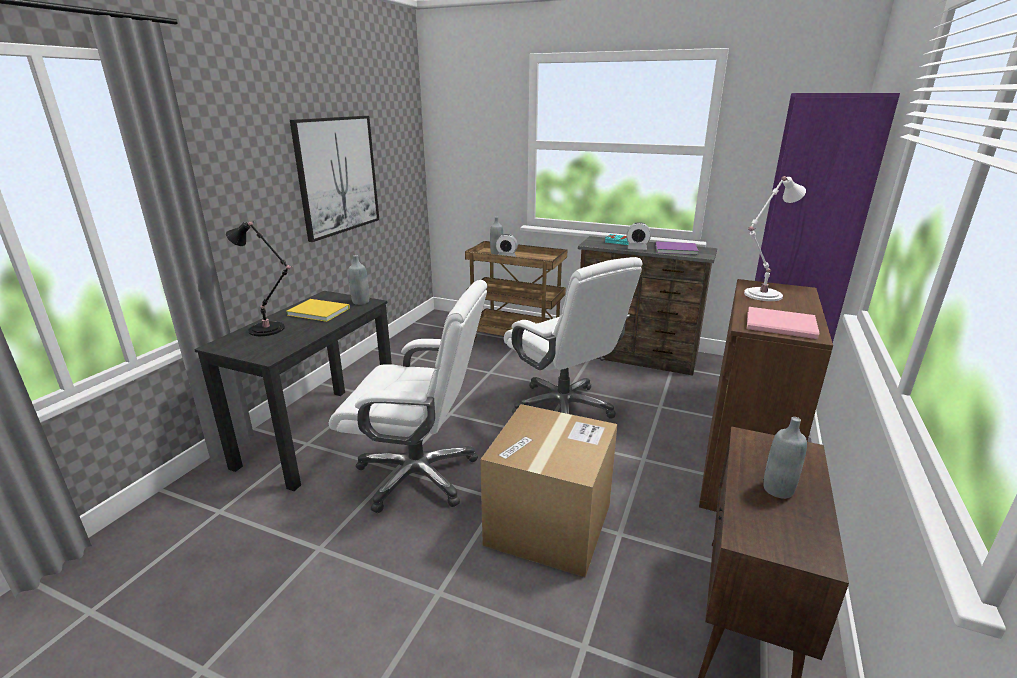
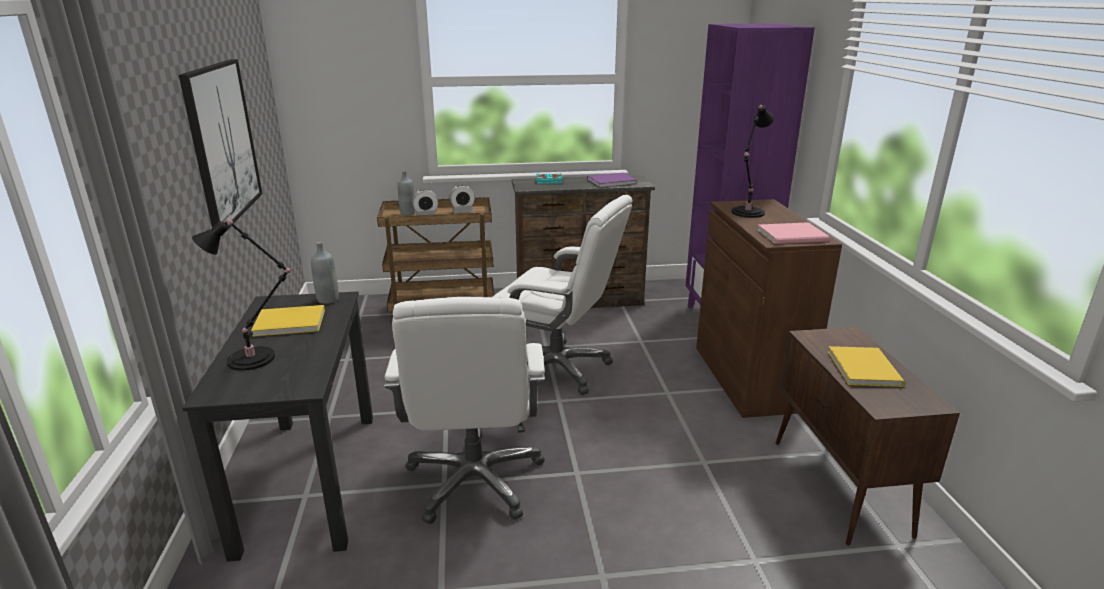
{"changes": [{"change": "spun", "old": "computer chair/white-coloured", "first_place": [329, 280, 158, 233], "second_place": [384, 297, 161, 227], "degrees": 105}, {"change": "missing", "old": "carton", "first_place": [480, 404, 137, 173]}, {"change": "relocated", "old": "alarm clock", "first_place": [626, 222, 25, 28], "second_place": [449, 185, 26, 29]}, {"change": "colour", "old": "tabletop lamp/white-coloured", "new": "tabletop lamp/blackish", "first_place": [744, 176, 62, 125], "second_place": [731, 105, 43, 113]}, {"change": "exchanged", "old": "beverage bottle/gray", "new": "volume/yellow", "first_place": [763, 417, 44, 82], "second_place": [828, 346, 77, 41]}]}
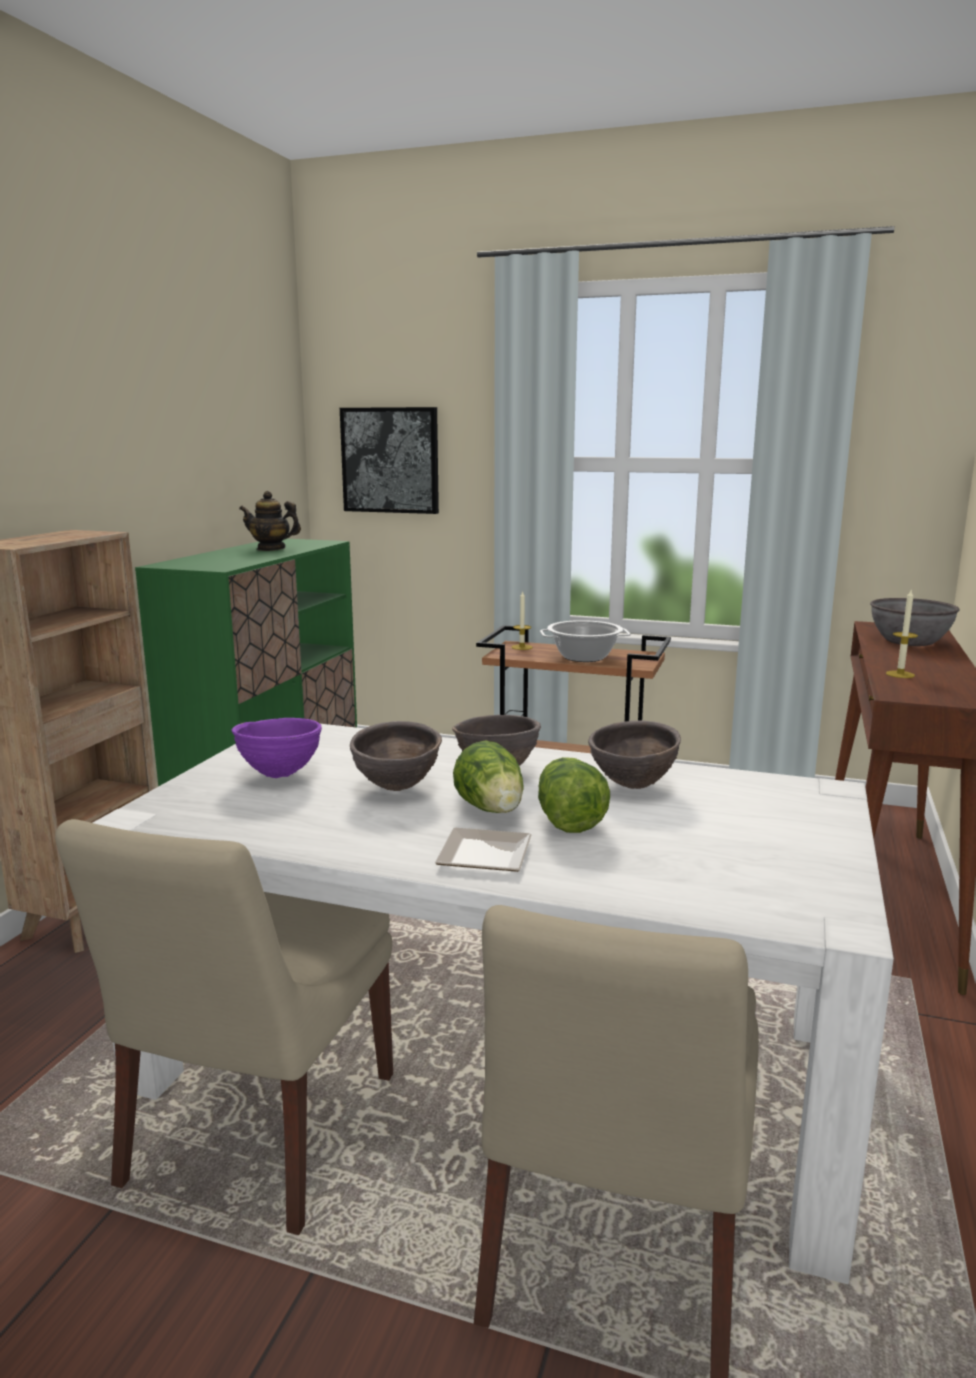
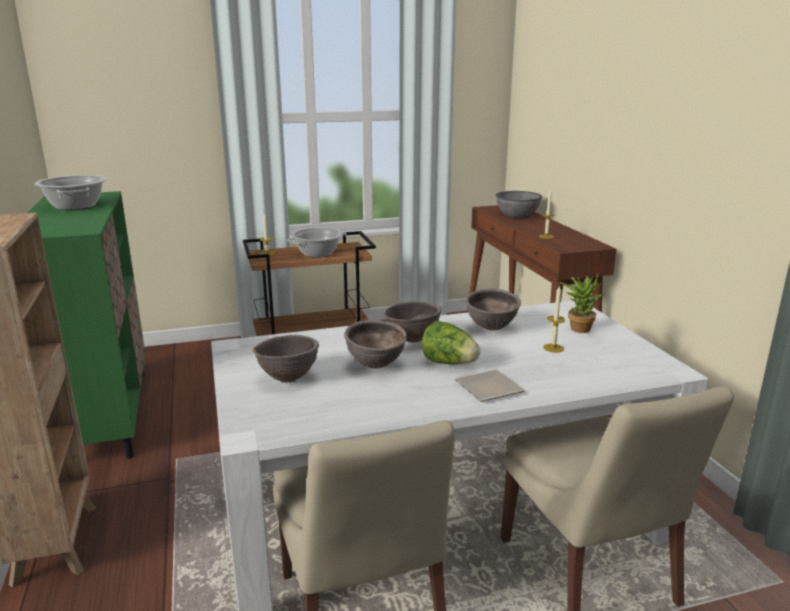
{"changes": [{"change": "colour", "old": "deep dish/purple", "new": "deep dish/brownish", "first_place": [232, 718, 90, 60], "second_place": [253, 335, 66, 47]}, {"change": "exchanged", "old": "pot for tea", "new": "cooking pot", "first_place": [239, 491, 62, 60], "second_place": [35, 175, 72, 35]}, {"change": "missing", "old": "wall art", "first_place": [340, 407, 99, 107]}, {"change": "missing", "old": "lettuce", "first_place": [538, 757, 72, 76]}, {"change": "appeared", "new": "wax light", "second_place": [543, 285, 22, 68]}, {"change": "appeared", "new": "potted plant", "second_place": [560, 274, 45, 59]}]}
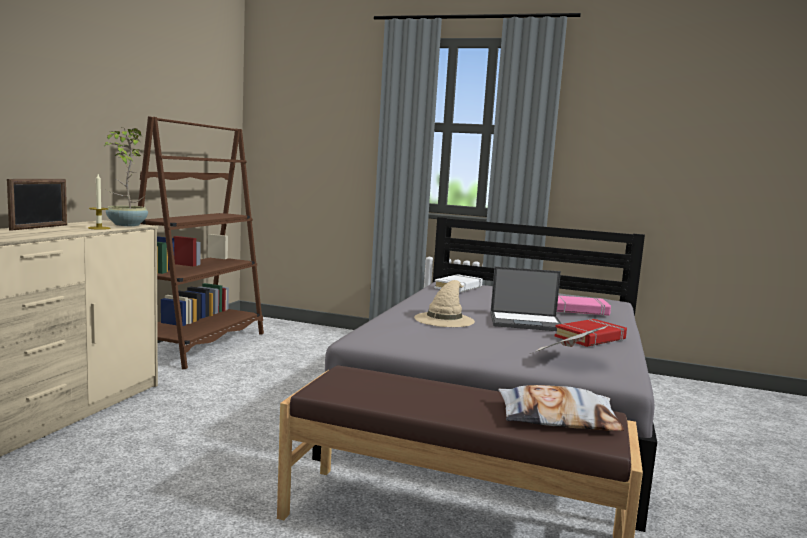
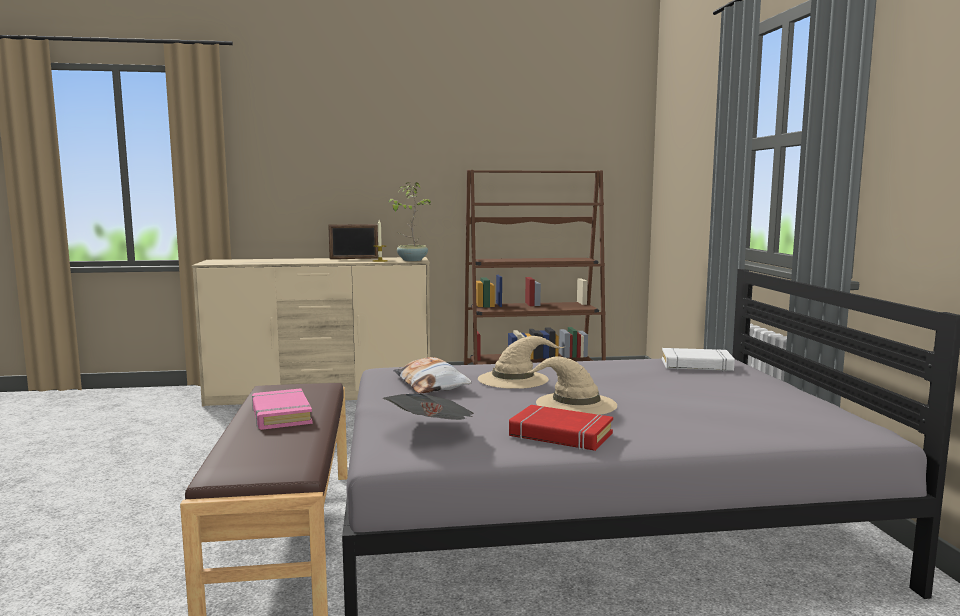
{"changes": [{"change": "exchanged", "old": "portable computer", "new": "hat/beige", "first_place": [490, 266, 72, 65], "second_place": [523, 356, 94, 59]}, {"change": "relocated", "old": "throw pillow", "first_place": [498, 385, 126, 46], "second_place": [393, 357, 79, 37]}, {"change": "relocated", "old": "volume/pink", "first_place": [557, 296, 54, 20], "second_place": [252, 388, 61, 42]}]}
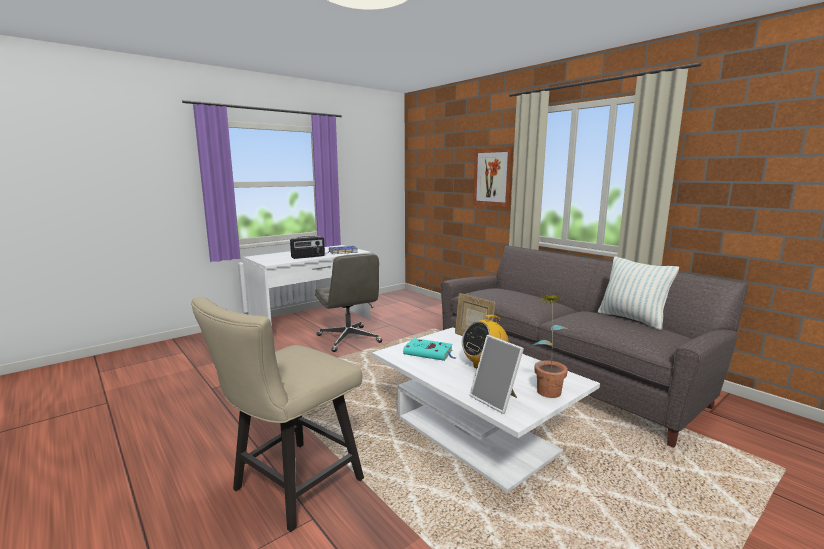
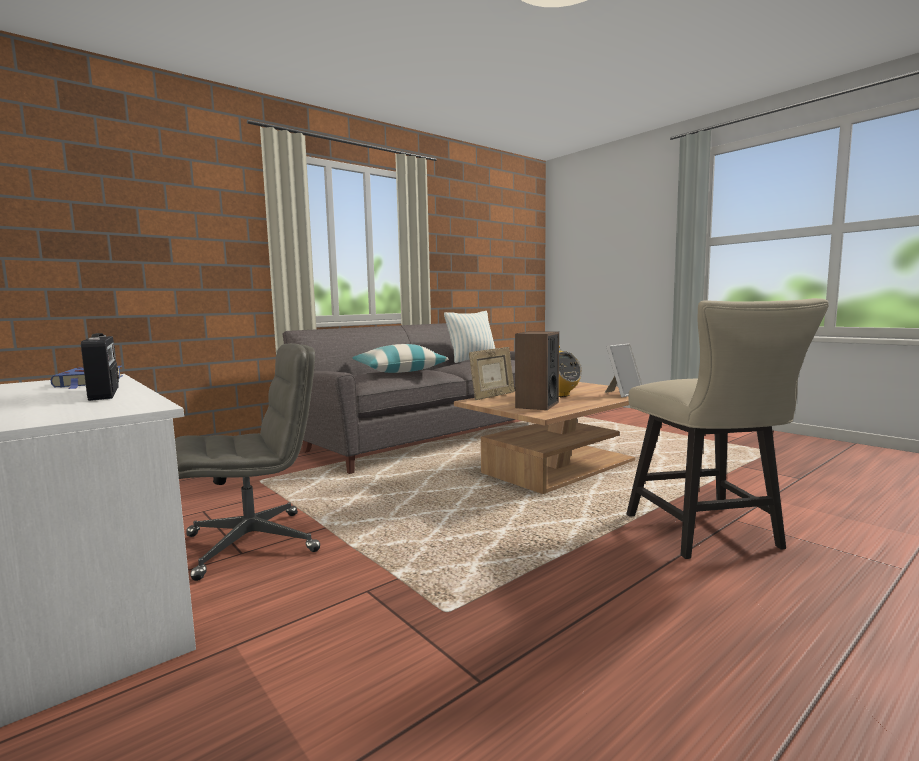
{"changes": [{"change": "spun", "old": "upright chair/beige", "first_place": [191, 297, 173, 235], "second_place": [626, 298, 203, 261], "degrees": 45}, {"change": "colour", "old": "lounge table/white-coloured", "new": "lounge table/brownish", "first_place": [372, 327, 228, 166], "second_place": [454, 382, 181, 112]}, {"change": "exchanged", "old": "volume/blue-green", "new": "speaker", "first_place": [403, 338, 53, 23], "second_place": [515, 331, 44, 79]}, {"change": "missing", "old": "wall art", "first_place": [473, 147, 41, 60]}, {"change": "missing", "old": "potted plant", "first_place": [532, 294, 36, 104]}, {"change": "appeared", "new": "throw pillow", "second_place": [352, 344, 96, 29]}]}
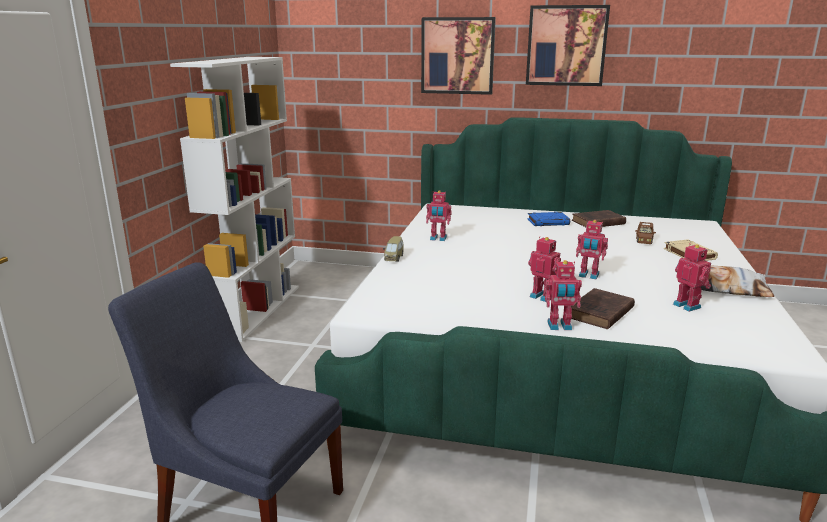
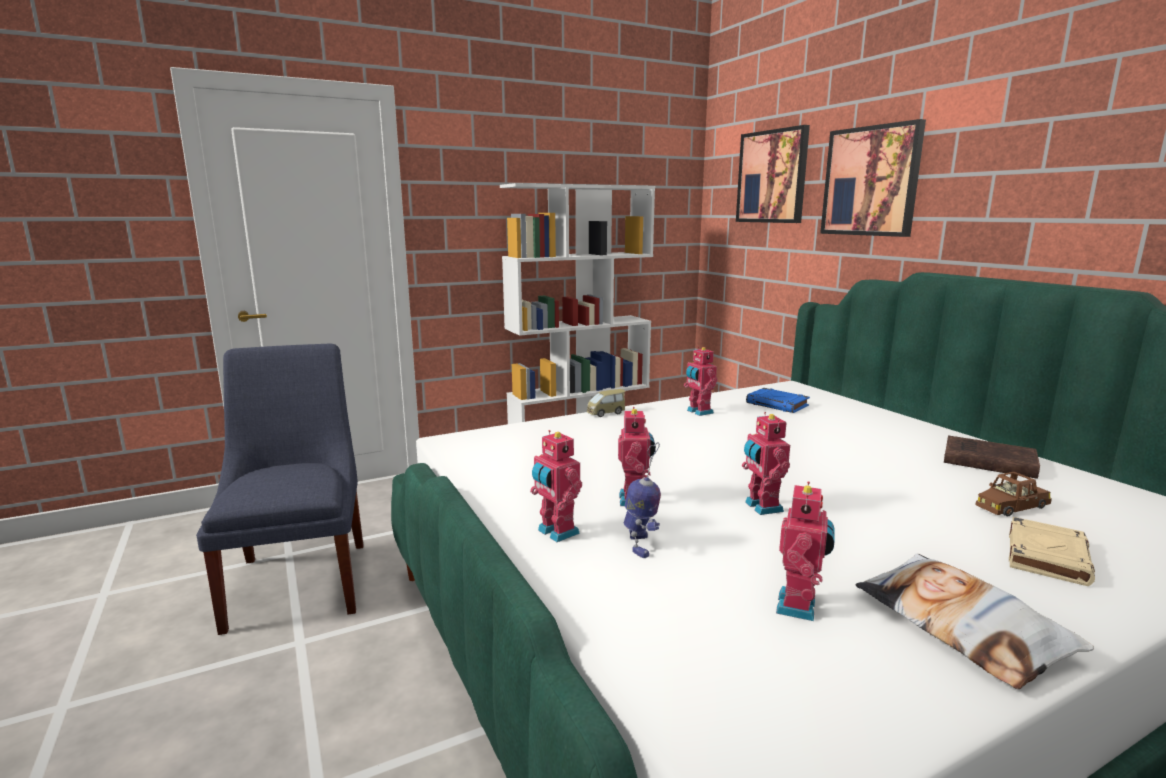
{"changes": [{"change": "relocated", "old": "wall art", "first_place": [526, 5, 84, 81], "second_place": [736, 125, 74, 98]}, {"change": "relocated", "old": "volume/blue-coloured", "first_place": [527, 212, 43, 14], "second_place": [746, 388, 64, 25]}, {"change": "exchanged", "old": "volume/brownish", "new": "toy robot", "first_place": [571, 288, 64, 41], "second_place": [624, 442, 37, 116]}]}
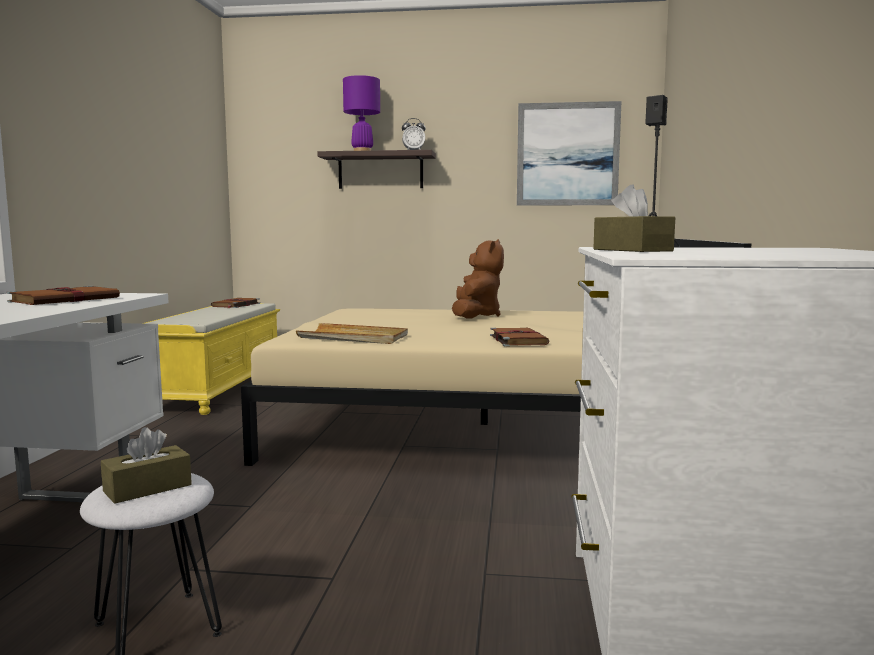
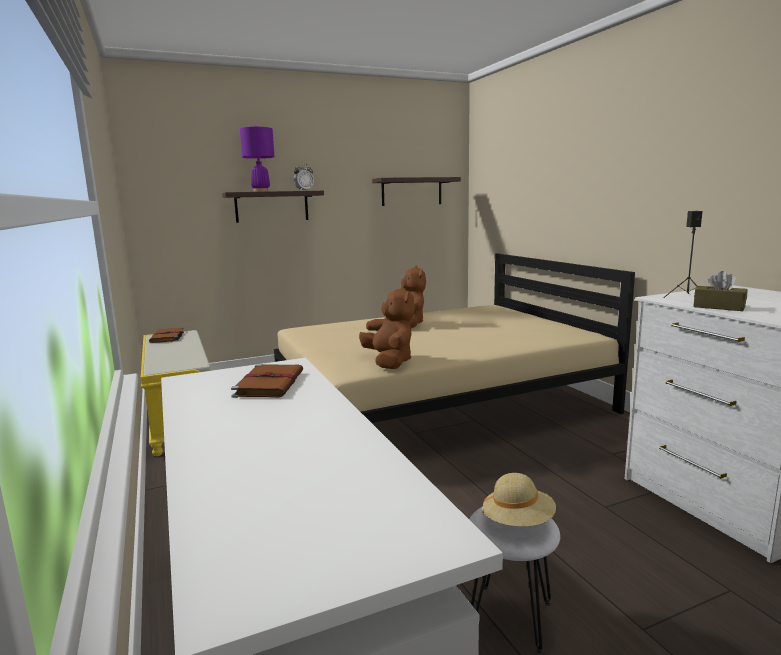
{"changes": [{"change": "exchanged", "old": "tissue holder/brownish", "new": "hat/beige", "first_place": [101, 427, 91, 77], "second_place": [483, 473, 73, 54]}, {"change": "exchanged", "old": "carrying tray/beige", "new": "soft toy/brownish", "first_place": [296, 323, 112, 21], "second_place": [359, 286, 55, 83]}, {"change": "missing", "old": "volume/brownish", "first_place": [490, 328, 59, 18]}, {"change": "exchanged", "old": "wall art", "new": "bracket shelf", "first_place": [517, 101, 105, 105], "second_place": [372, 177, 89, 29]}]}
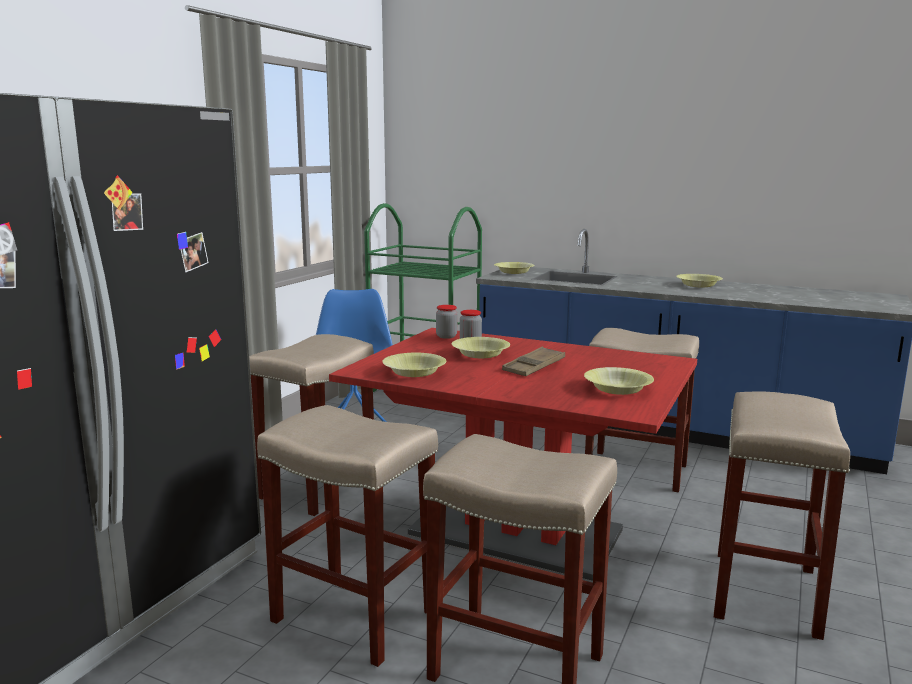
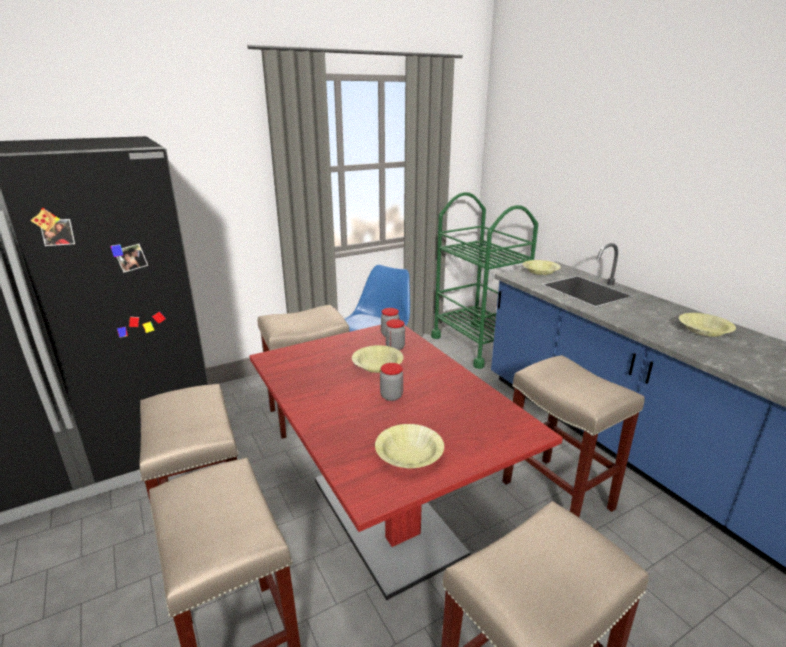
{"changes": [{"change": "missing", "old": "deep dish/yellow", "first_place": [382, 353, 64, 24]}, {"change": "exchanged", "old": "carrying tray/brownish", "new": "jar", "first_place": [502, 347, 63, 29], "second_place": [380, 363, 23, 38]}]}
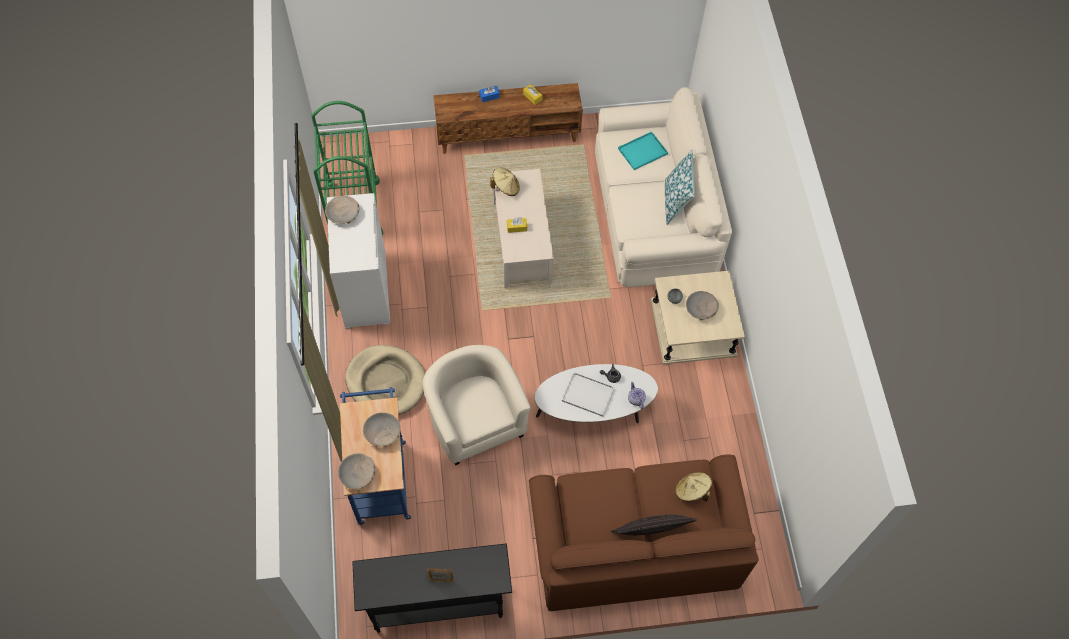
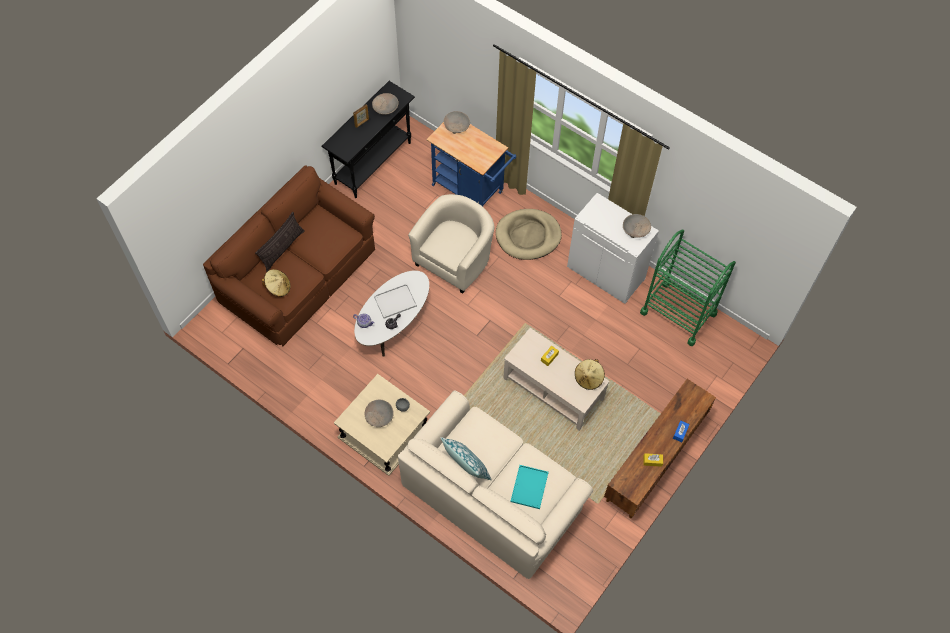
{"changes": [{"change": "relocated", "old": "deep dish/beige", "first_place": [363, 412, 38, 35], "second_place": [372, 93, 26, 22]}, {"change": "spun", "old": "easy chair/beige", "first_place": [423, 345, 108, 120], "second_place": [408, 194, 87, 100], "degrees": -75}]}
